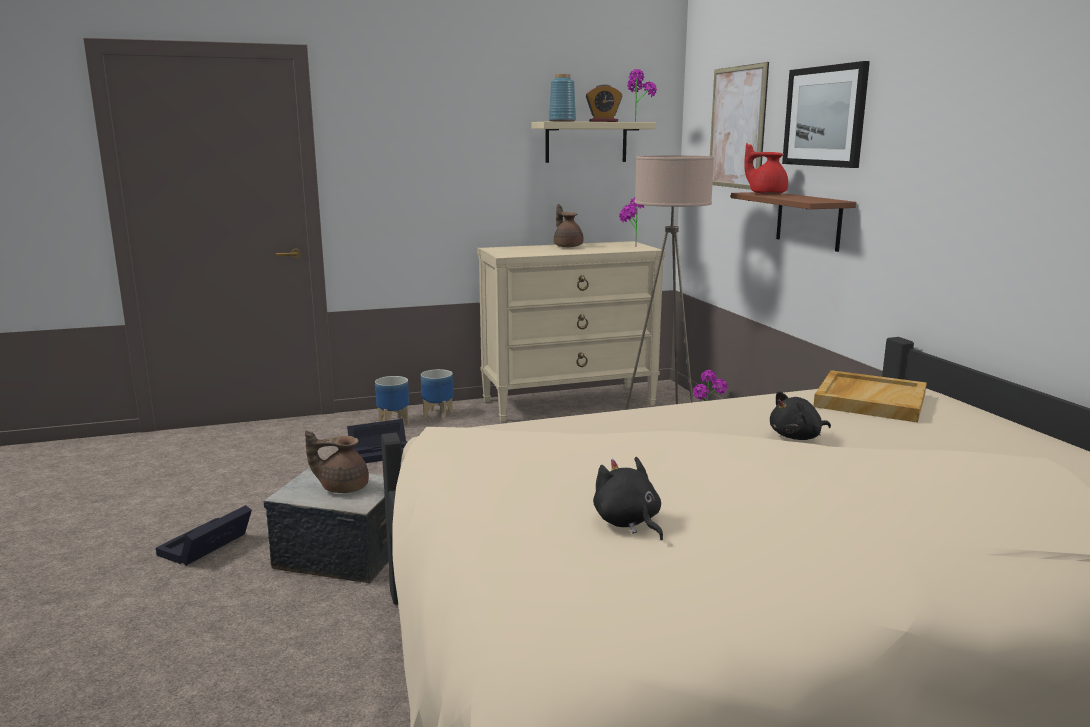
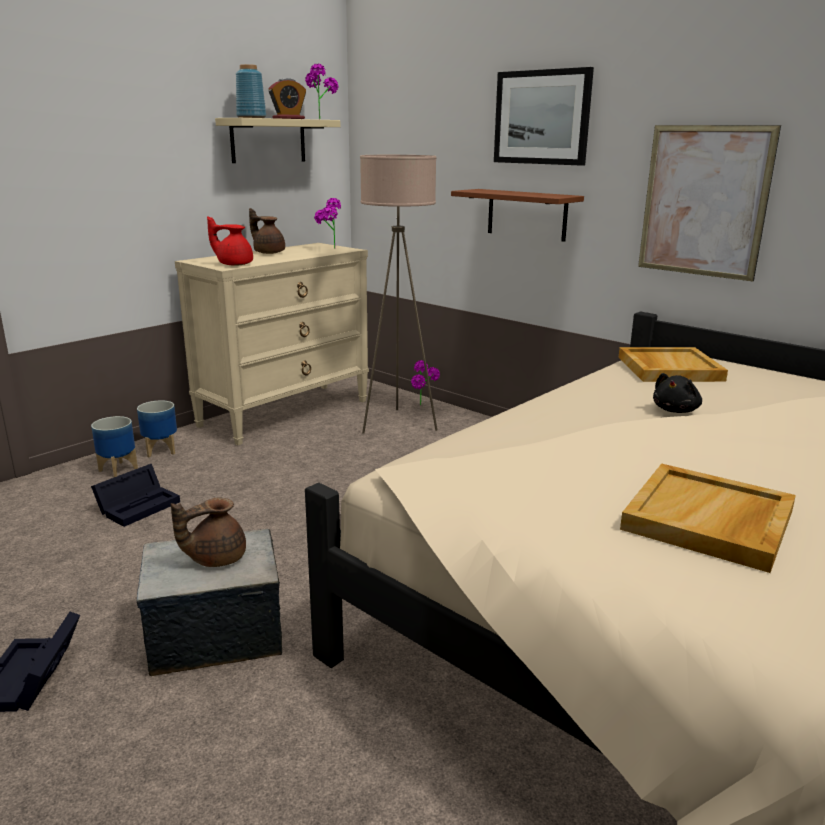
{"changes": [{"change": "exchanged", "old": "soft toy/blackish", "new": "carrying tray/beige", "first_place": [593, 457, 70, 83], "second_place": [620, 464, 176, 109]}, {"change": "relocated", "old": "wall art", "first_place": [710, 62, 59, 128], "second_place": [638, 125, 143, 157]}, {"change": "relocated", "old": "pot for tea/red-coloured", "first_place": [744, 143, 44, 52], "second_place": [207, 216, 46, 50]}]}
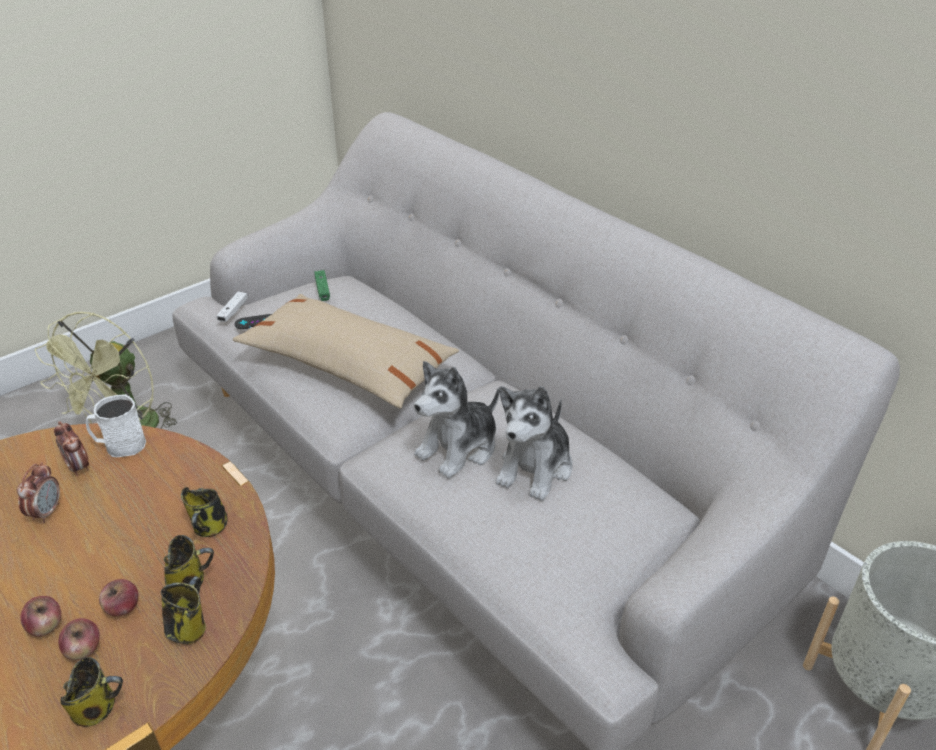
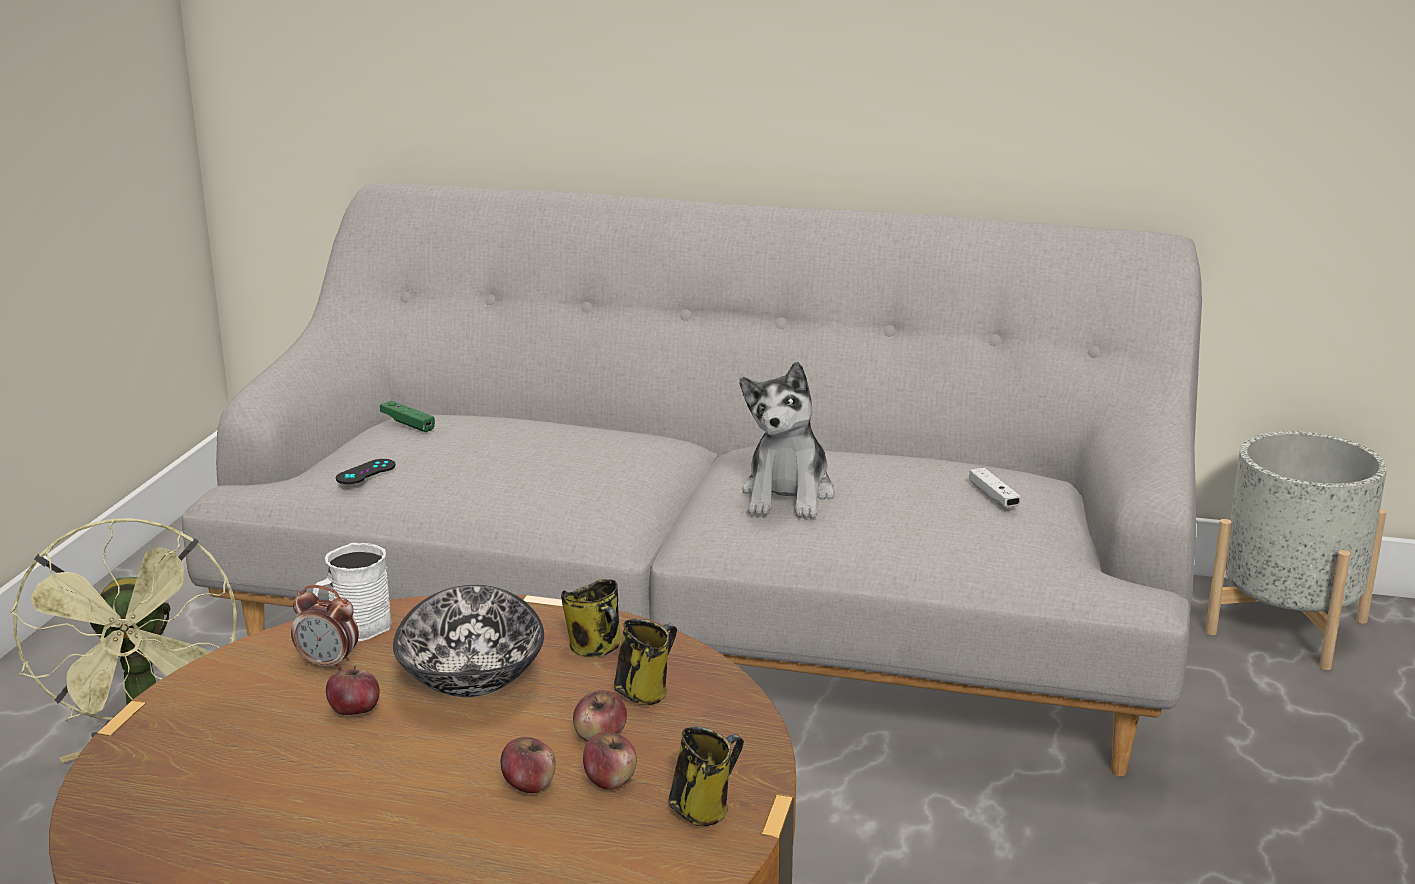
{"changes": [{"change": "exchanged", "old": "alarm clock", "new": "whole apple", "first_place": [17, 462, 43, 61], "second_place": [326, 666, 54, 49]}, {"change": "missing", "old": "coffee mug", "first_place": [161, 576, 45, 69]}, {"change": "relocated", "old": "joypad/white-coloured", "first_place": [216, 292, 32, 30], "second_place": [969, 468, 52, 39]}, {"change": "missing", "old": "throw pillow/beige", "first_place": [233, 294, 226, 115]}, {"change": "missing", "old": "soft toy", "first_place": [495, 386, 77, 115]}, {"change": "appeared", "new": "deep dish", "second_place": [393, 585, 151, 112]}]}
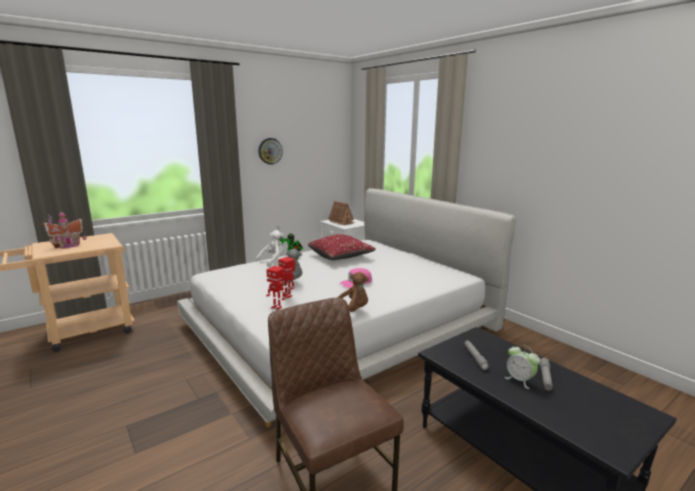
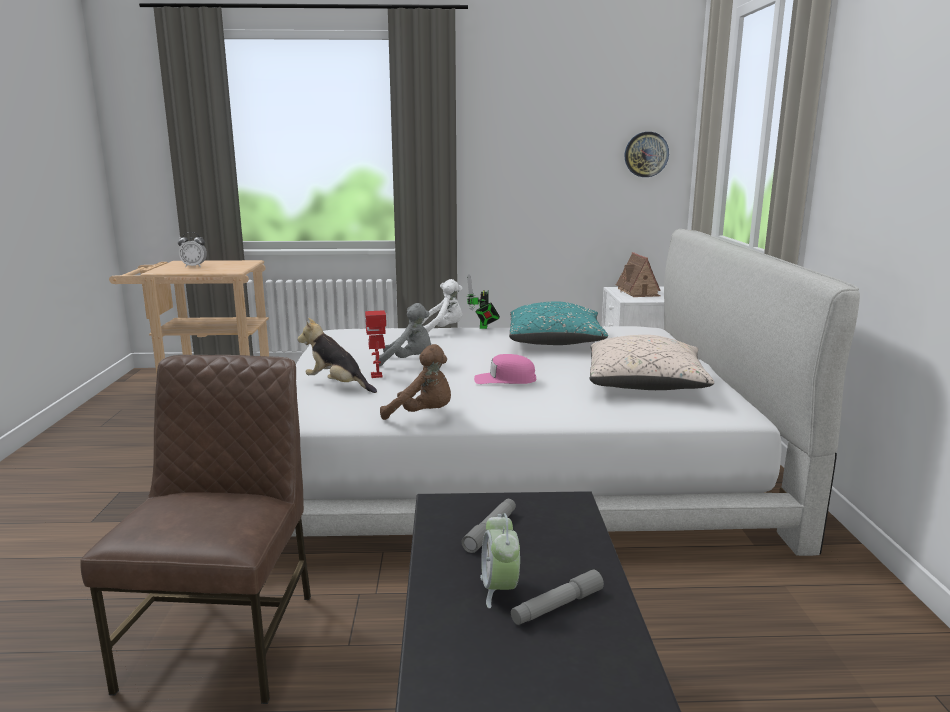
{"changes": [{"change": "exchanged", "old": "miniature house", "new": "alarm clock", "first_place": [41, 211, 46, 38], "second_place": [178, 232, 29, 35]}, {"change": "relocated", "old": "hanging clock", "first_place": [258, 138, 25, 27], "second_place": [625, 132, 44, 45]}, {"change": "exchanged", "old": "toy robot", "new": "soft toy", "first_place": [266, 266, 20, 44], "second_place": [297, 318, 80, 75]}, {"change": "colour", "old": "throw pillow/red-coloured", "new": "throw pillow/blue-green", "first_place": [308, 234, 68, 26], "second_place": [509, 302, 99, 43]}, {"change": "appeared", "new": "throw pillow/beige", "second_place": [590, 335, 124, 55]}]}
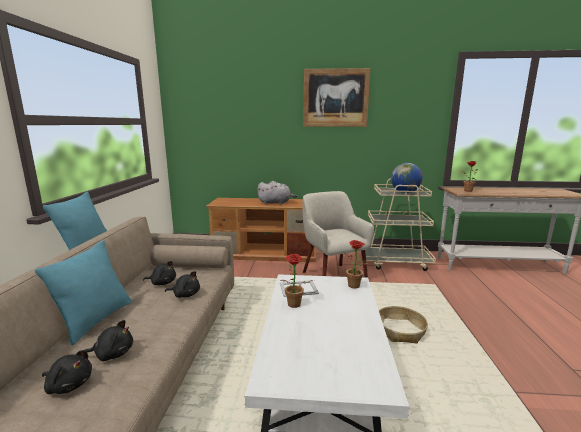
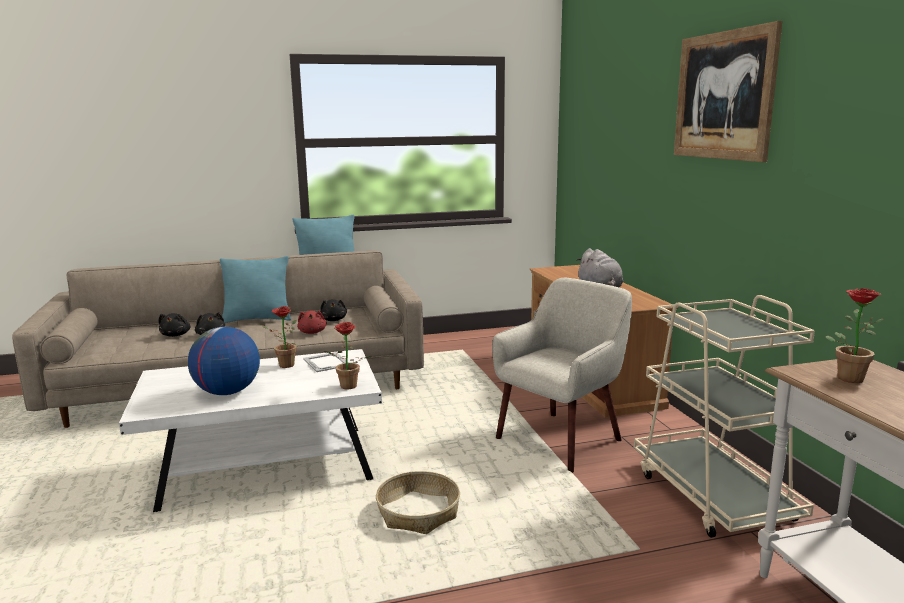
{"changes": [{"change": "colour", "old": "soft toy/blackish", "new": "soft toy/red-coloured", "first_place": [165, 271, 35, 27], "second_place": [297, 311, 30, 23]}, {"change": "relocated", "old": "globe", "first_place": [391, 163, 32, 30], "second_place": [188, 327, 72, 68]}]}
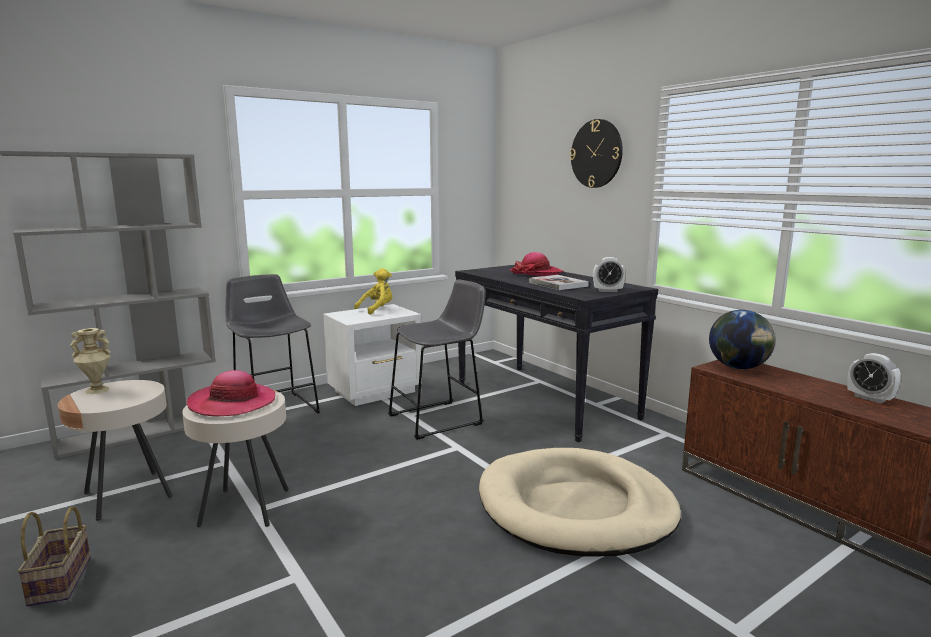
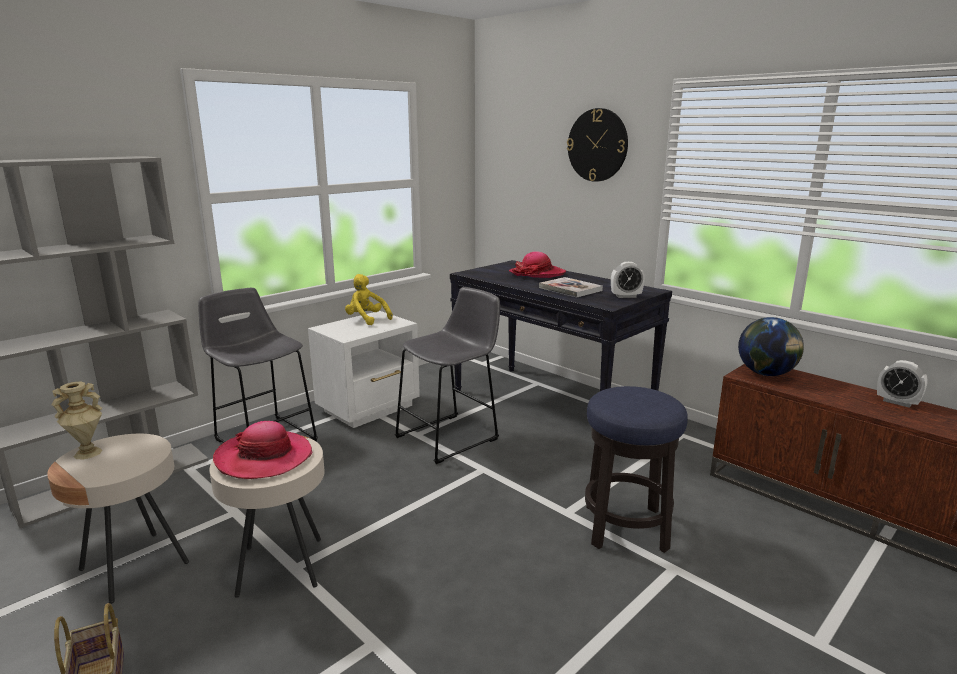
{"changes": [{"change": "spun", "old": "soft toy/yellow", "first_place": [354, 268, 38, 47], "second_place": [345, 274, 48, 51], "degrees": -90}, {"change": "exchanged", "old": "dog bed/beige", "new": "sitting stool", "first_place": [479, 448, 202, 108], "second_place": [585, 386, 103, 167]}]}
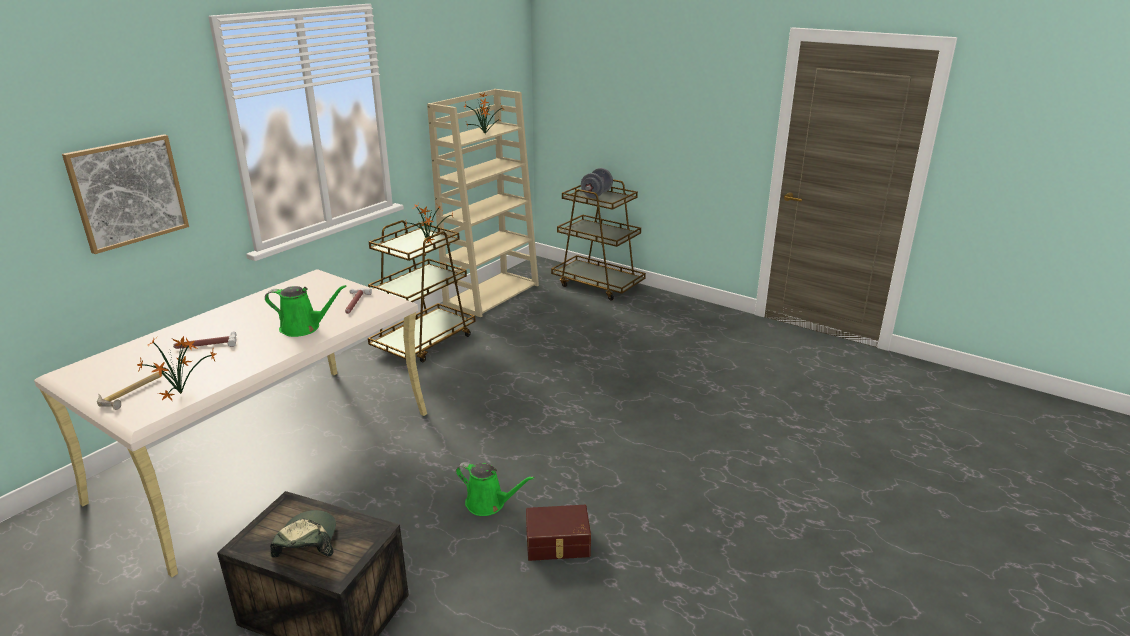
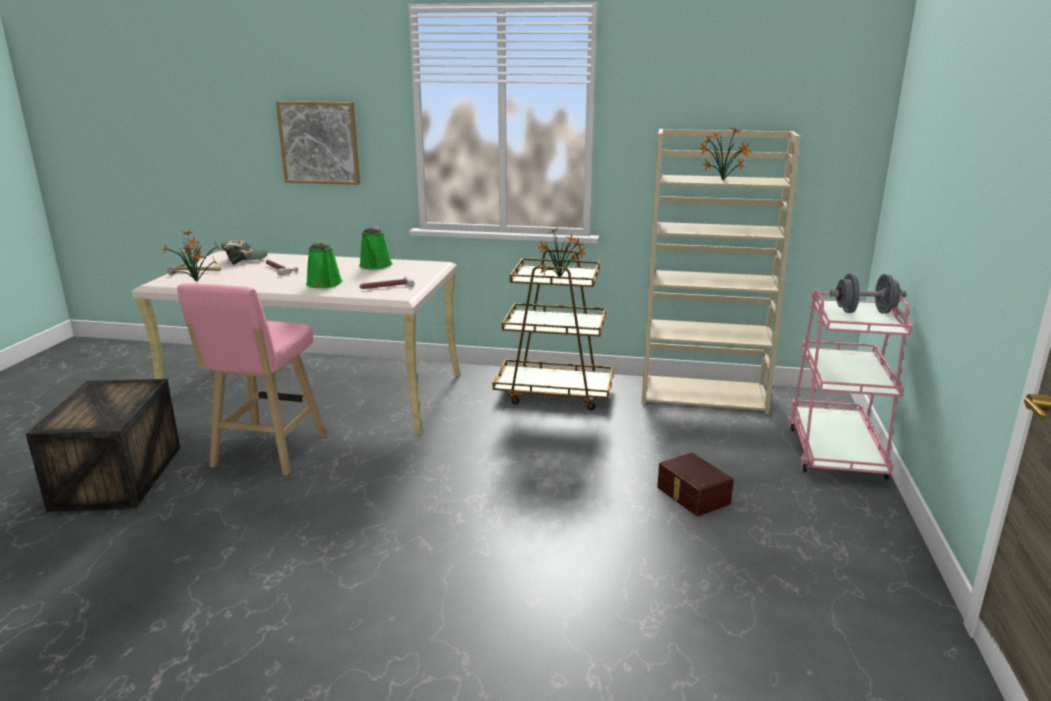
{"changes": [{"change": "relocated", "old": "baseball cap", "first_place": [270, 510, 66, 48], "second_place": [221, 241, 47, 24]}, {"change": "relocated", "old": "watering pot/green-coloured", "first_place": [456, 462, 79, 54], "second_place": [359, 227, 34, 43]}, {"change": "relocated", "old": "storage container/brownish", "first_place": [526, 505, 65, 56], "second_place": [657, 453, 77, 63]}, {"change": "colour", "old": "trolley/brownish", "new": "trolley/pink", "first_place": [551, 179, 95, 122], "second_place": [789, 290, 124, 190]}, {"change": "appeared", "new": "sitting stool/pink", "second_place": [177, 283, 150, 192]}]}
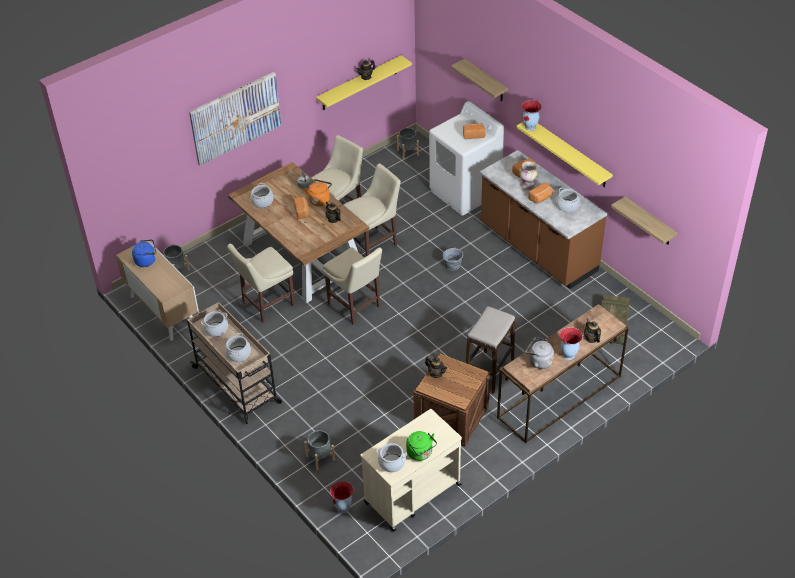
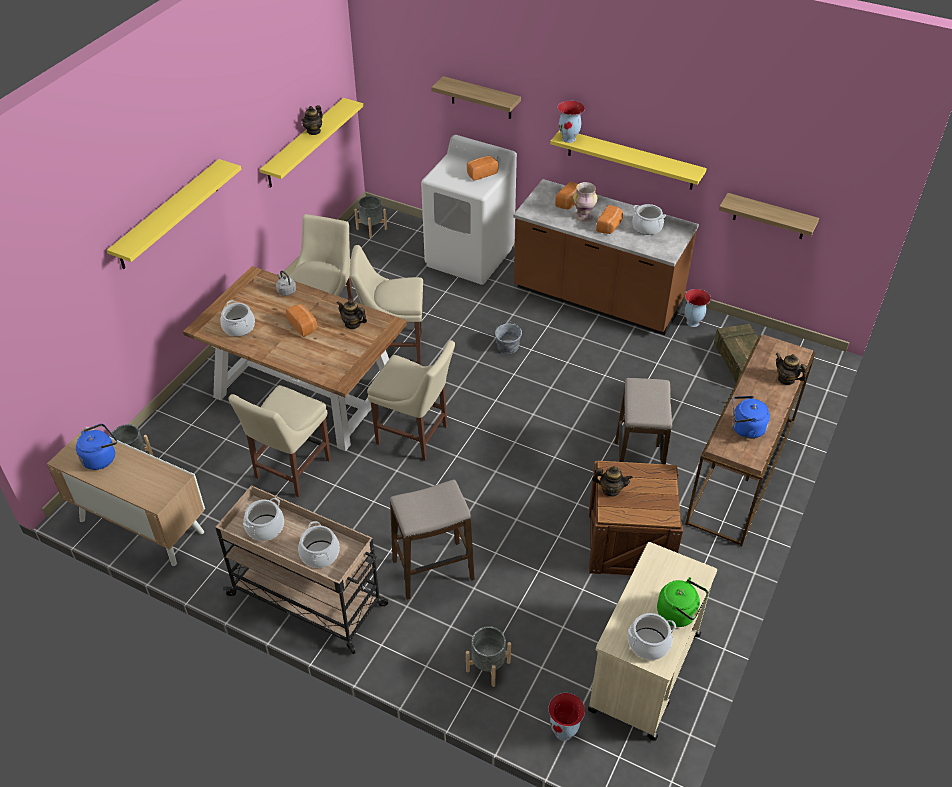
{"changes": [{"change": "exchanged", "old": "wall art", "new": "bracket shelf/yellow", "first_place": [189, 72, 92, 94], "second_place": [107, 159, 134, 110]}, {"change": "missing", "old": "tea kettle/orange-coloured", "first_place": [304, 179, 28, 27]}, {"change": "spun", "old": "upright chair/beige", "first_place": [343, 164, 58, 92], "second_place": [350, 245, 73, 119], "degrees": -120}, {"change": "colour", "old": "tea kettle/gray", "new": "tea kettle/blue-coloured", "first_place": [525, 337, 29, 32], "second_place": [732, 396, 38, 43]}, {"change": "relocated", "old": "vase", "first_place": [560, 327, 23, 33], "second_place": [684, 289, 27, 38]}, {"change": "appeared", "new": "sitting stool", "second_place": [390, 479, 85, 121]}]}
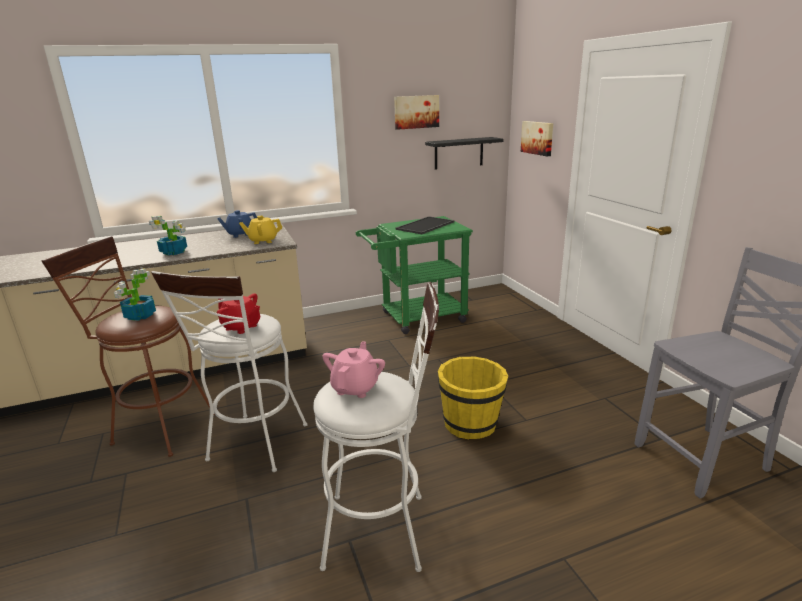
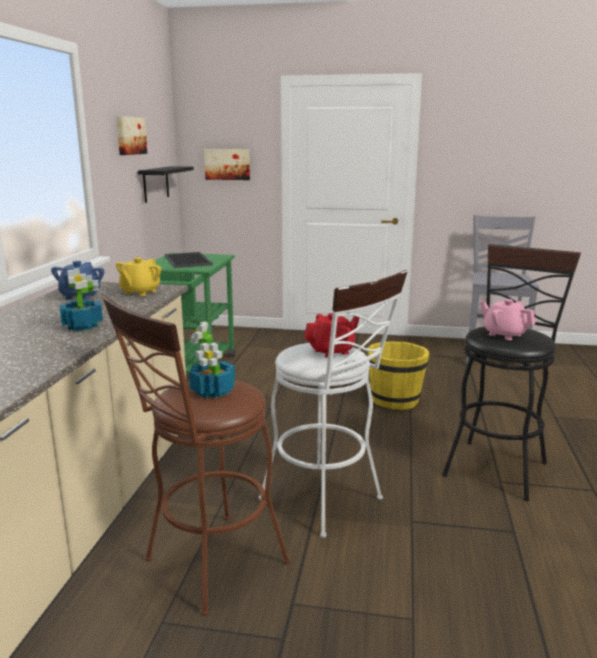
{"changes": [{"change": "colour", "old": "sitting stool/white-coloured", "new": "sitting stool/blackish", "first_place": [313, 282, 126, 290], "second_place": [442, 244, 139, 257]}]}
